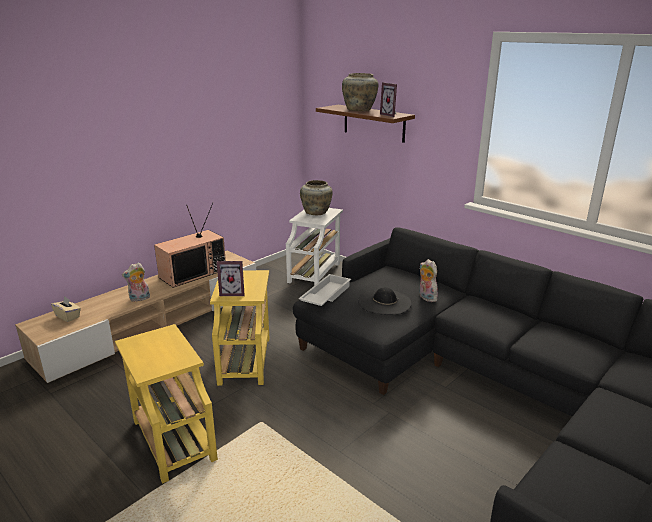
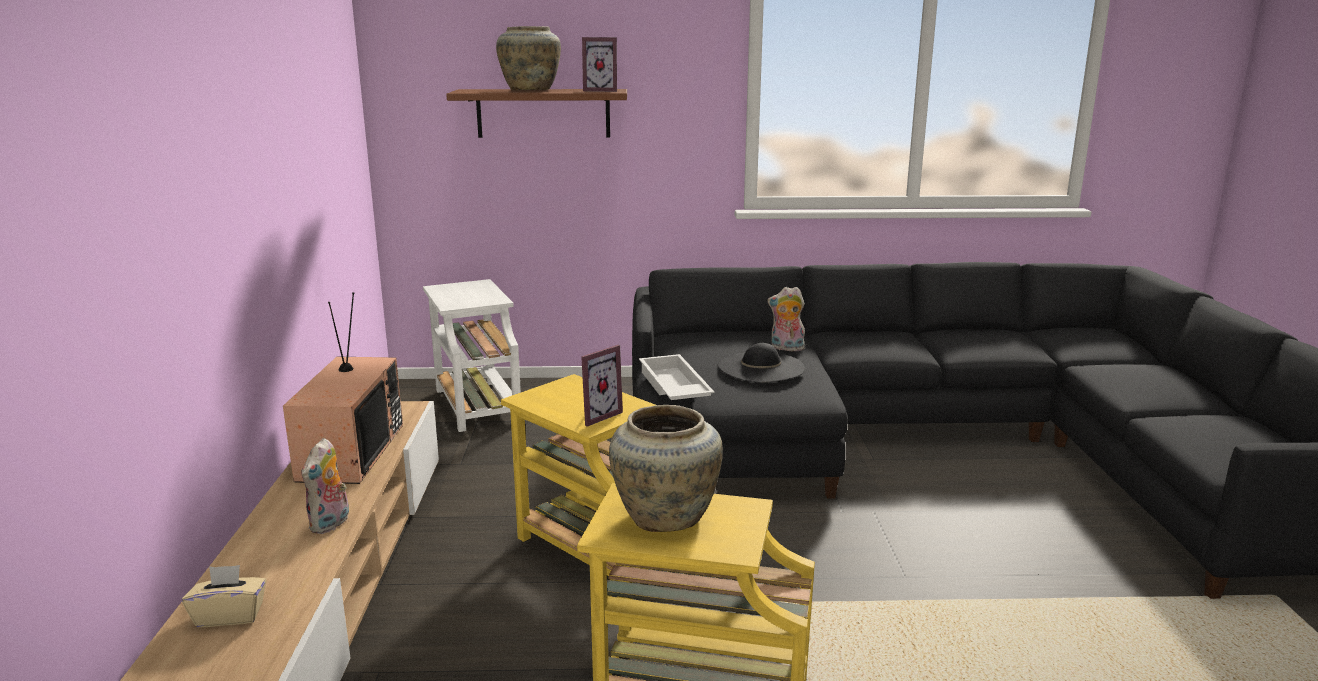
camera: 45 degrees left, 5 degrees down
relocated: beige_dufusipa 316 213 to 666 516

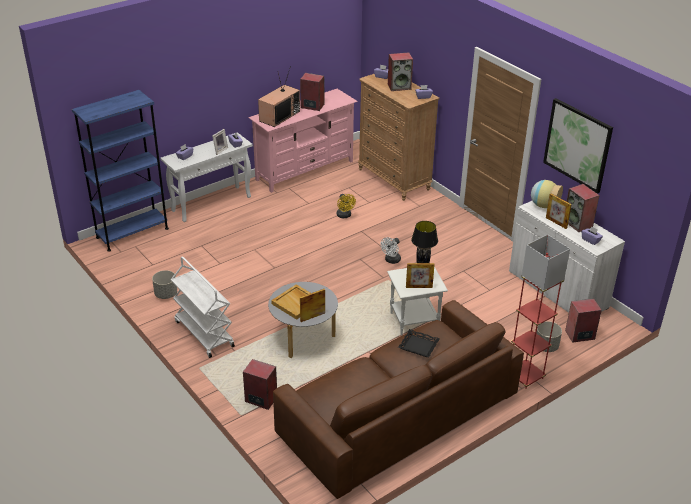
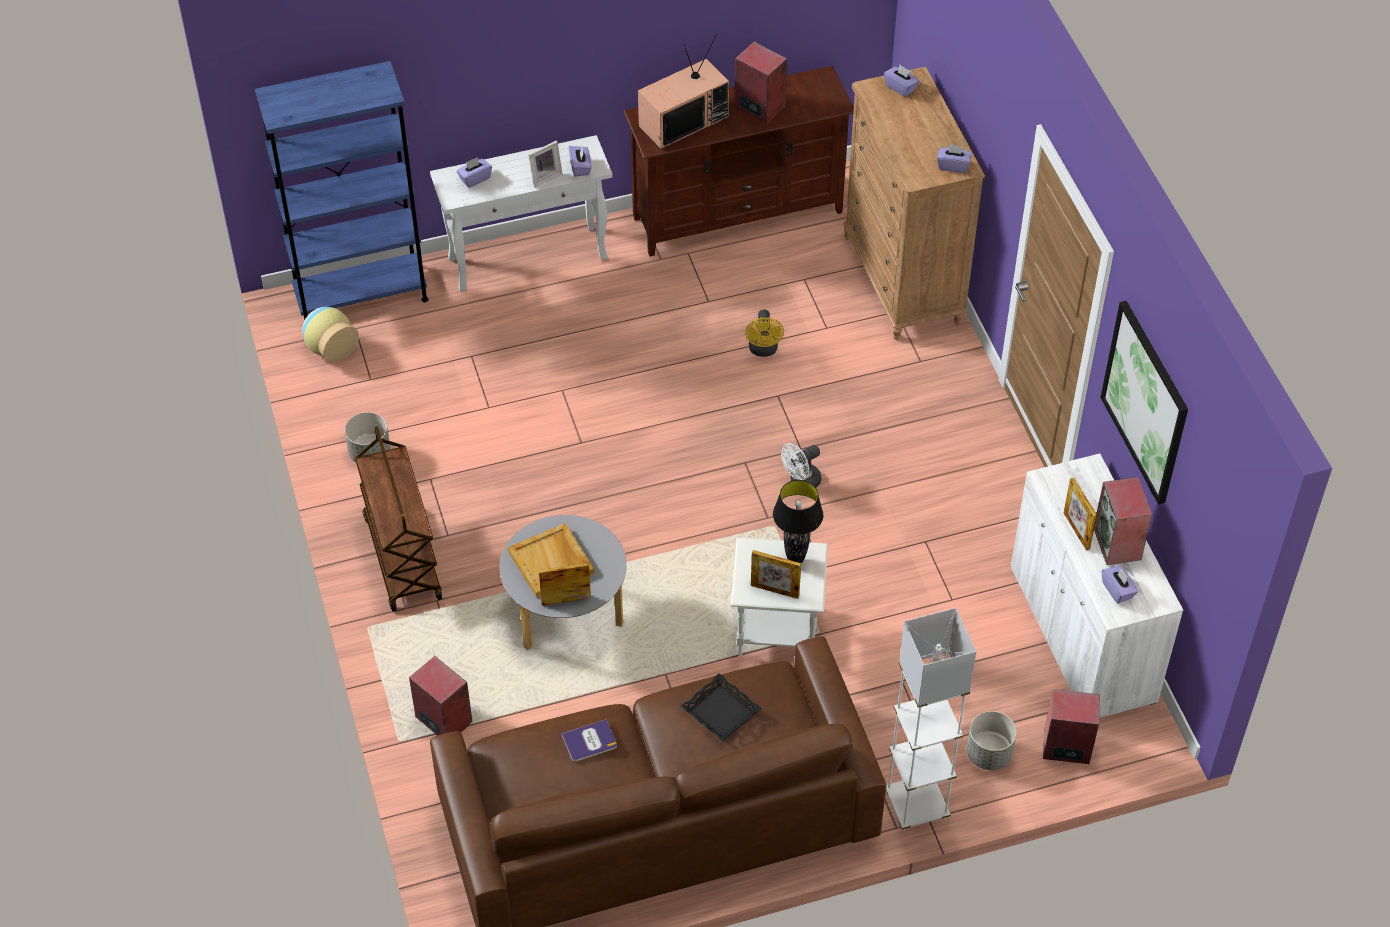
camera: 20 degrees right, 15 degrees up
missing: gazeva 399 86
appeared: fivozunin 589 741
relocated: dufusipa 543 205 to 330 347
colour: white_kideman 203 333 to brown_kideman 401 557; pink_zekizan 304 170 to brown_zekizan 738 213; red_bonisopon 525 376 to white_bonisopon 916 805

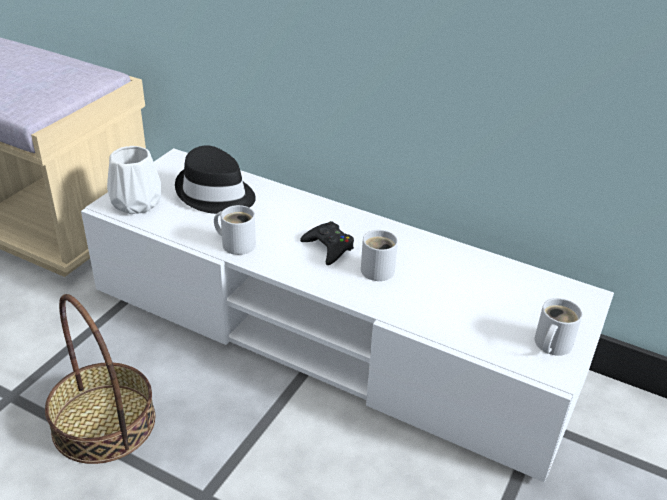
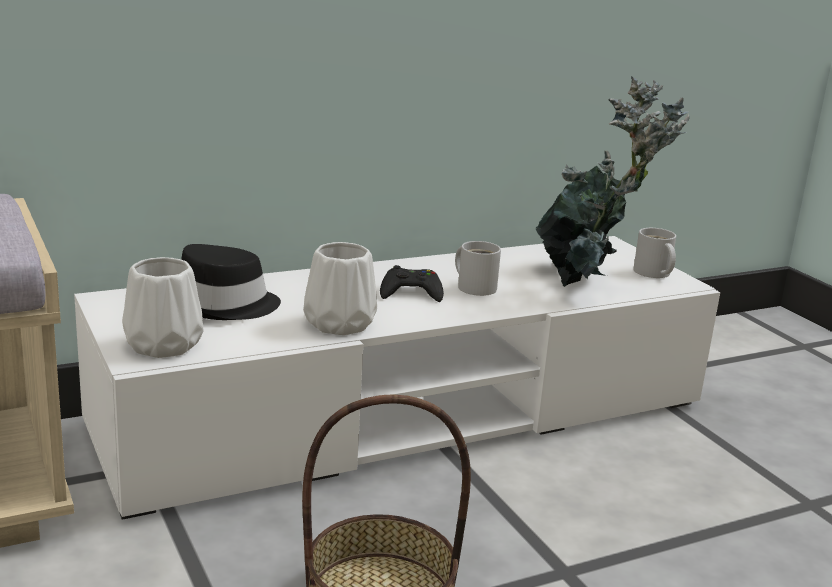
camera: 55 degrees left, 15 degrees down
appeared: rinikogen 587 285
exchanged: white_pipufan 236 243 to white_dufusipa 338 324

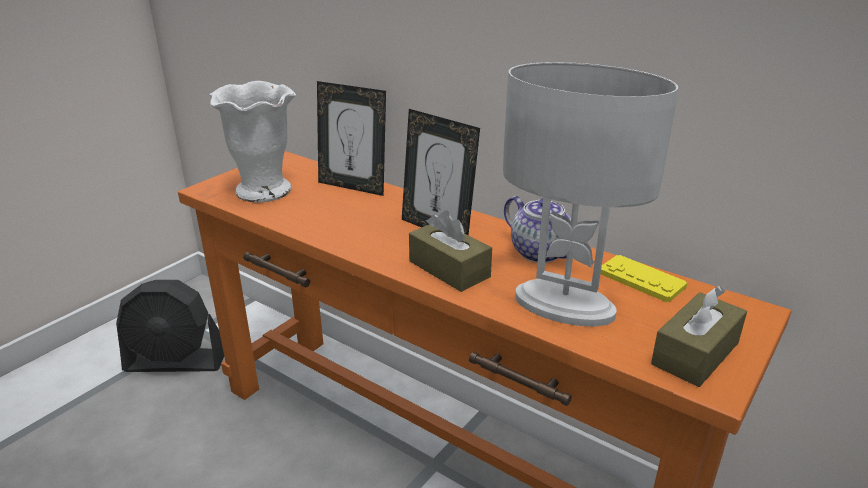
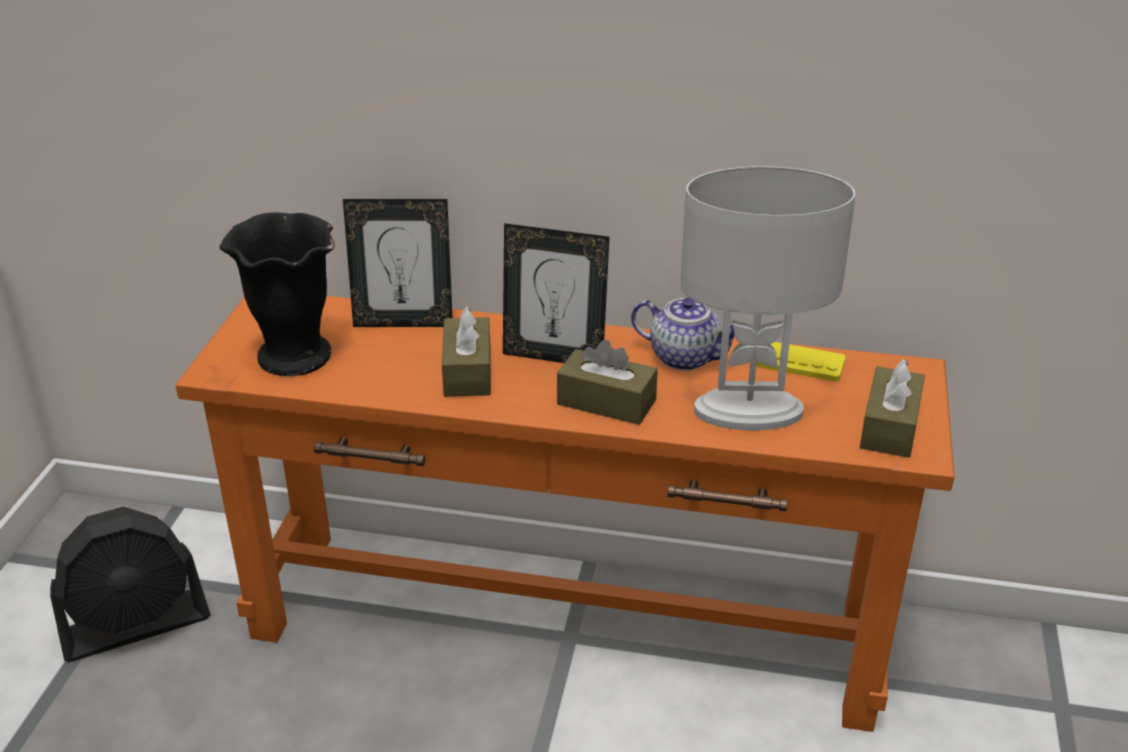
camera: 25 degrees left, 5 degrees up
appeared: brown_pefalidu 467 372
colour: white_dufusipa 264 191 to black_dufusipa 296 356

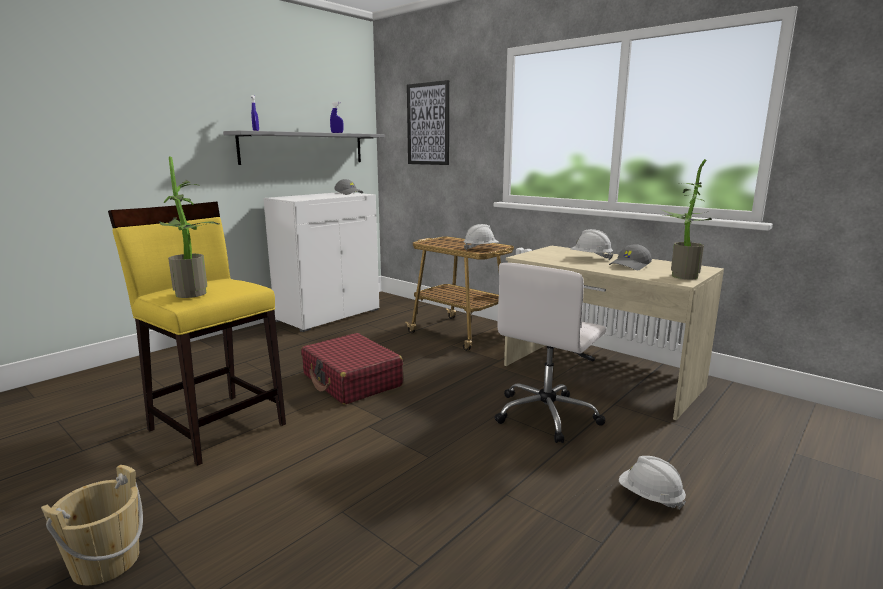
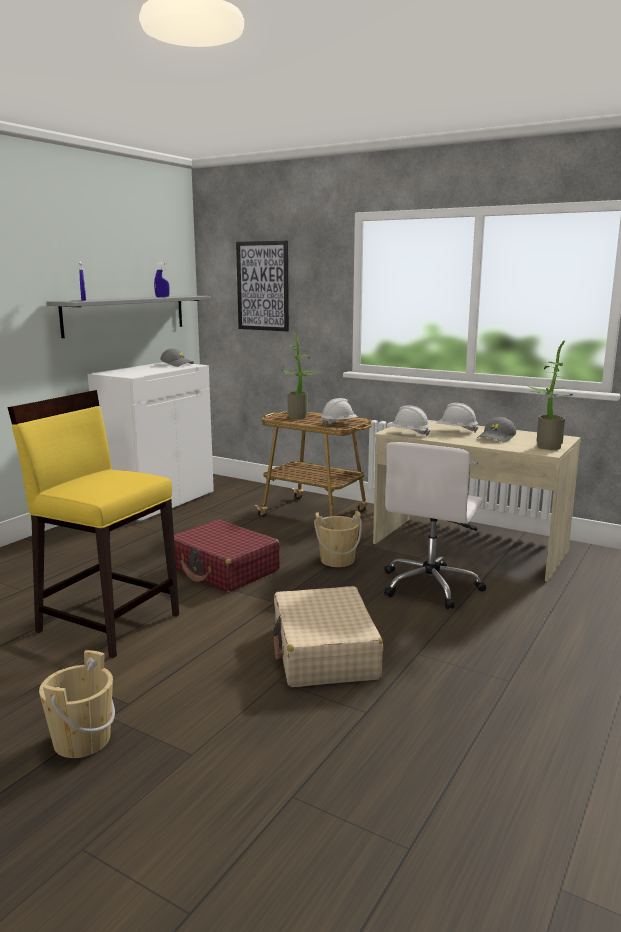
camera: 10 degrees left, 0 degrees up
appeared: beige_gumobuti 324 652; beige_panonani 337 560
relocated: rinikogen 196 293 to 300 417; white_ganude 650 497 to 408 434

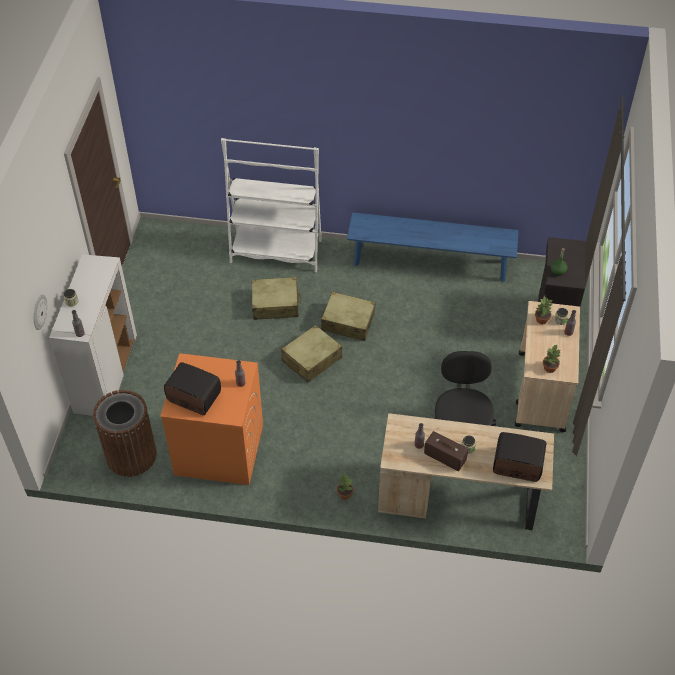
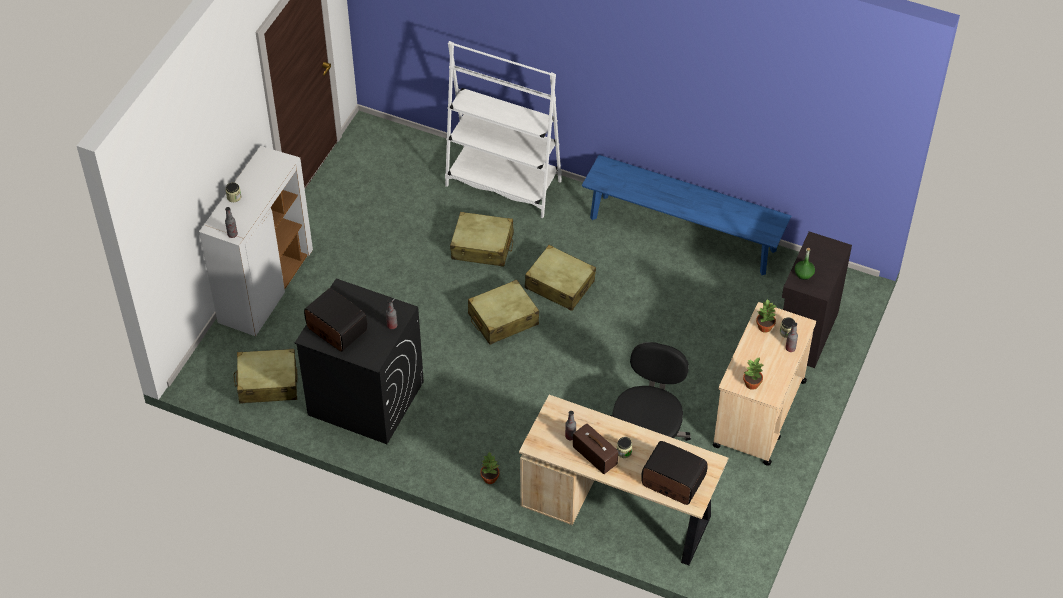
camera: 15 degrees right, 0 degrees up
missing: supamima 39 312
exchanged: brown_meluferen 131 455 to beige_gumobuti 267 383
colour: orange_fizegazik 218 449 to black_fizegazik 365 398

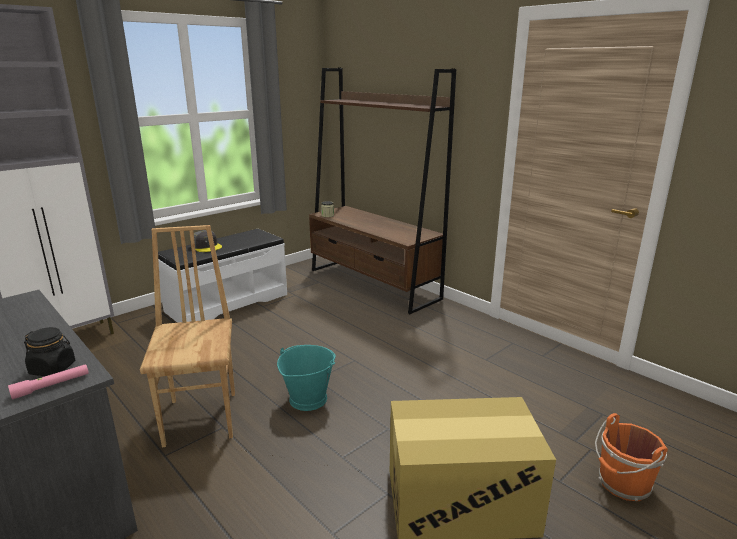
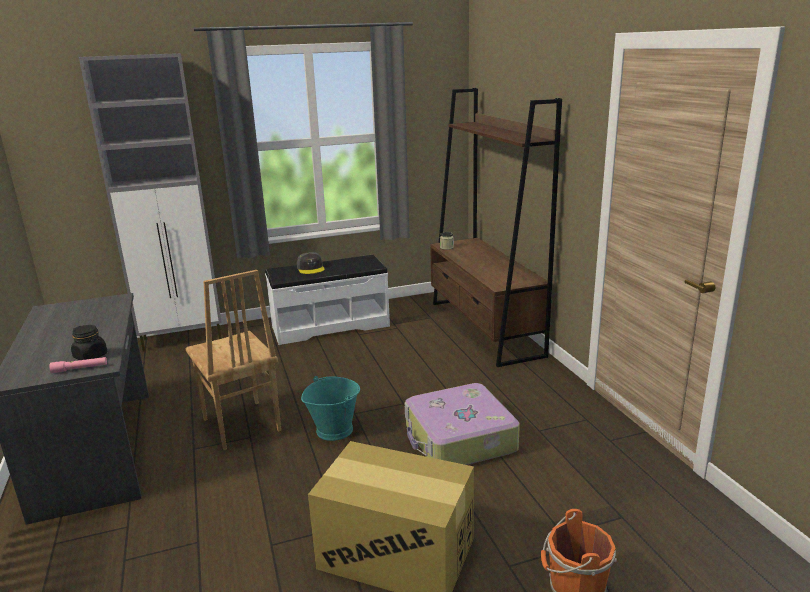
camera: 25 degrees right, 0 degrees up
appeared: gumobuti 459 439
spun: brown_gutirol 203 417 = 240 425 135 degrees clockwise

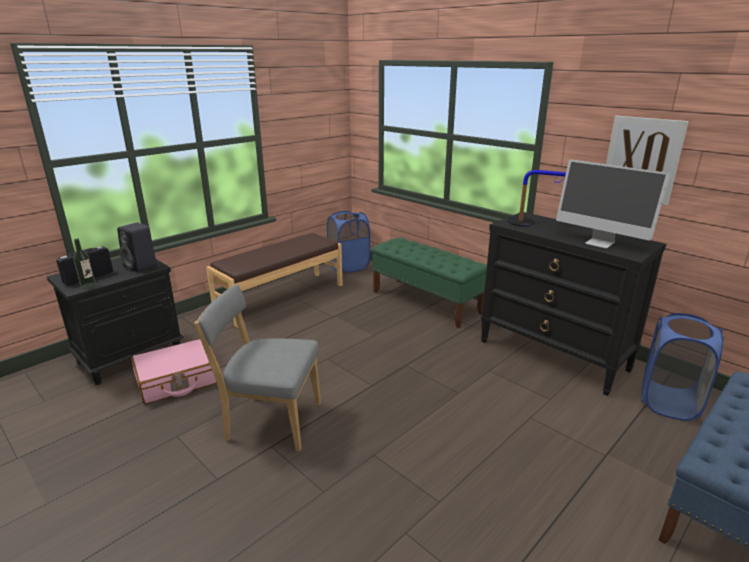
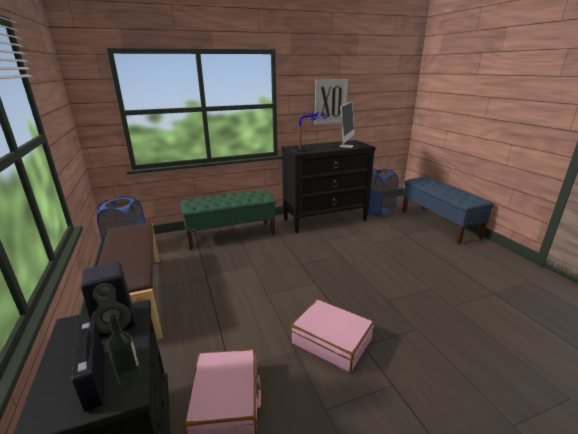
camera: 65 degrees left, 0 degrees up
exchanged: grey_gutirol 270 421 to pink_gumobuti 331 341
spun: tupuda 600 243 = 346 146 45 degrees counterclockwise

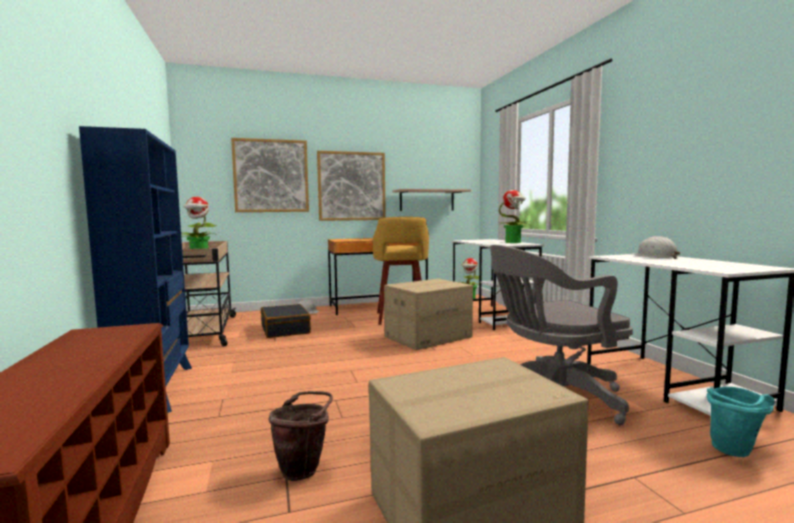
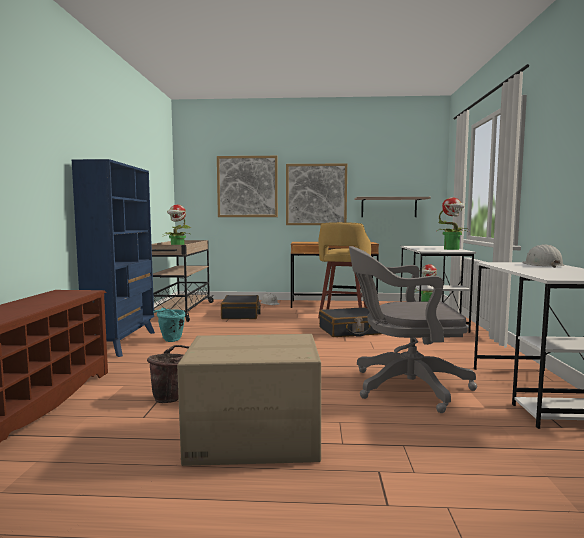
camera: 20 degrees right, 0 degrees up
relocated: turquoise_panonani 735 453 to 170 341
exchanged: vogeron 428 337 to black_gumobuti 350 331

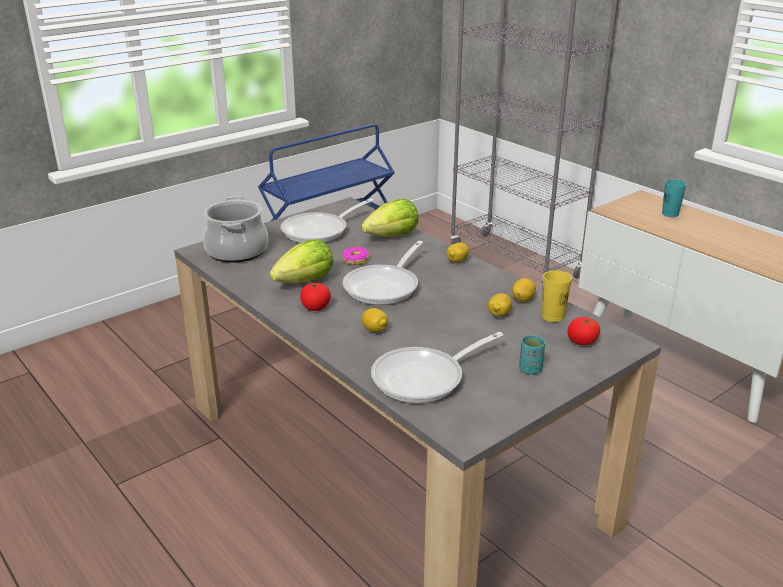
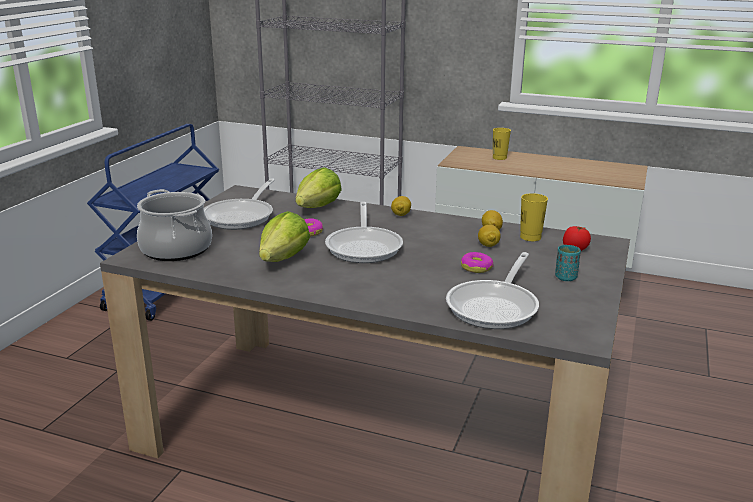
camera: 30 degrees left, 5 degrees down
missing: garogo 315 307; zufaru 375 330
appeared: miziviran 476 267
colour: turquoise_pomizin 670 214 to yellow_pomizin 499 158

